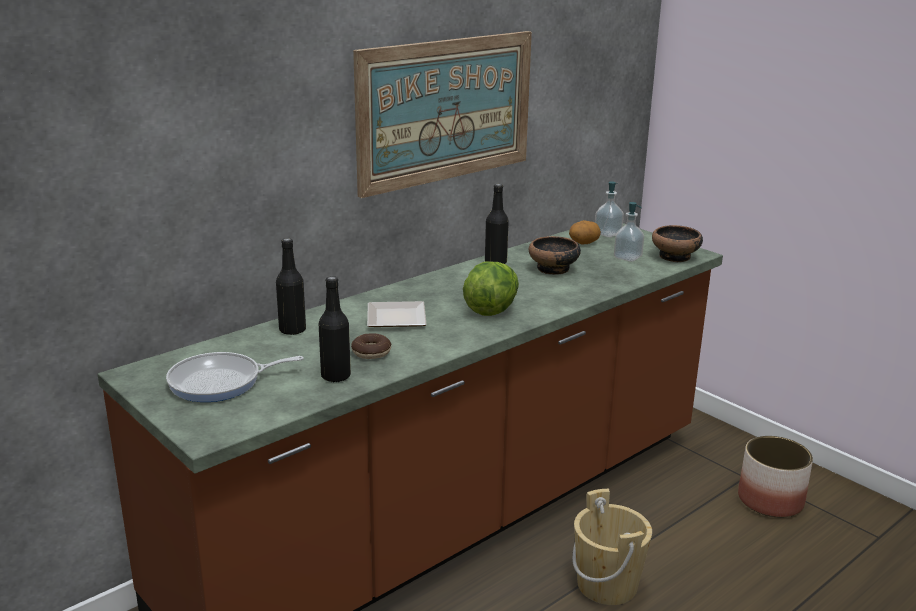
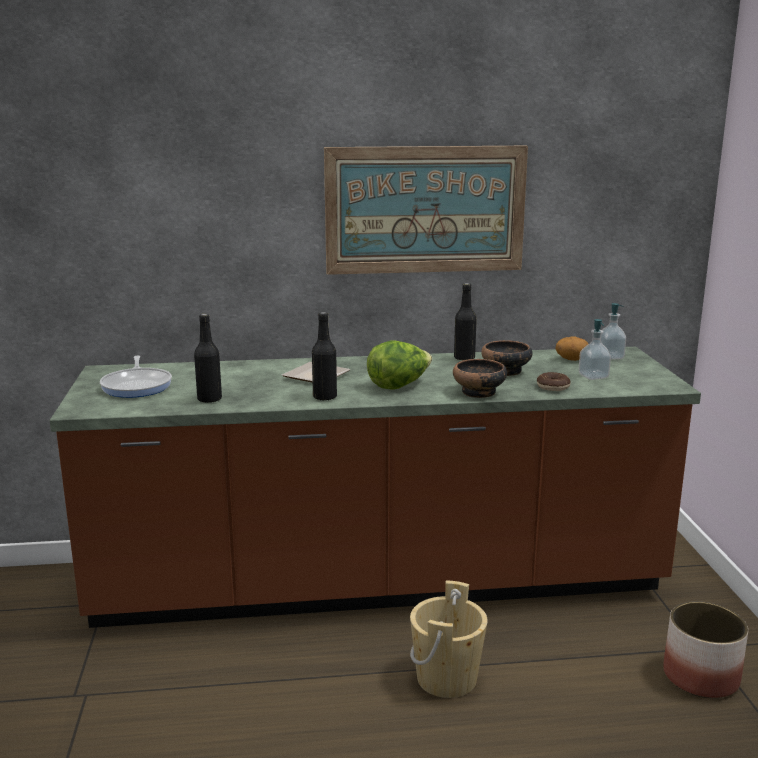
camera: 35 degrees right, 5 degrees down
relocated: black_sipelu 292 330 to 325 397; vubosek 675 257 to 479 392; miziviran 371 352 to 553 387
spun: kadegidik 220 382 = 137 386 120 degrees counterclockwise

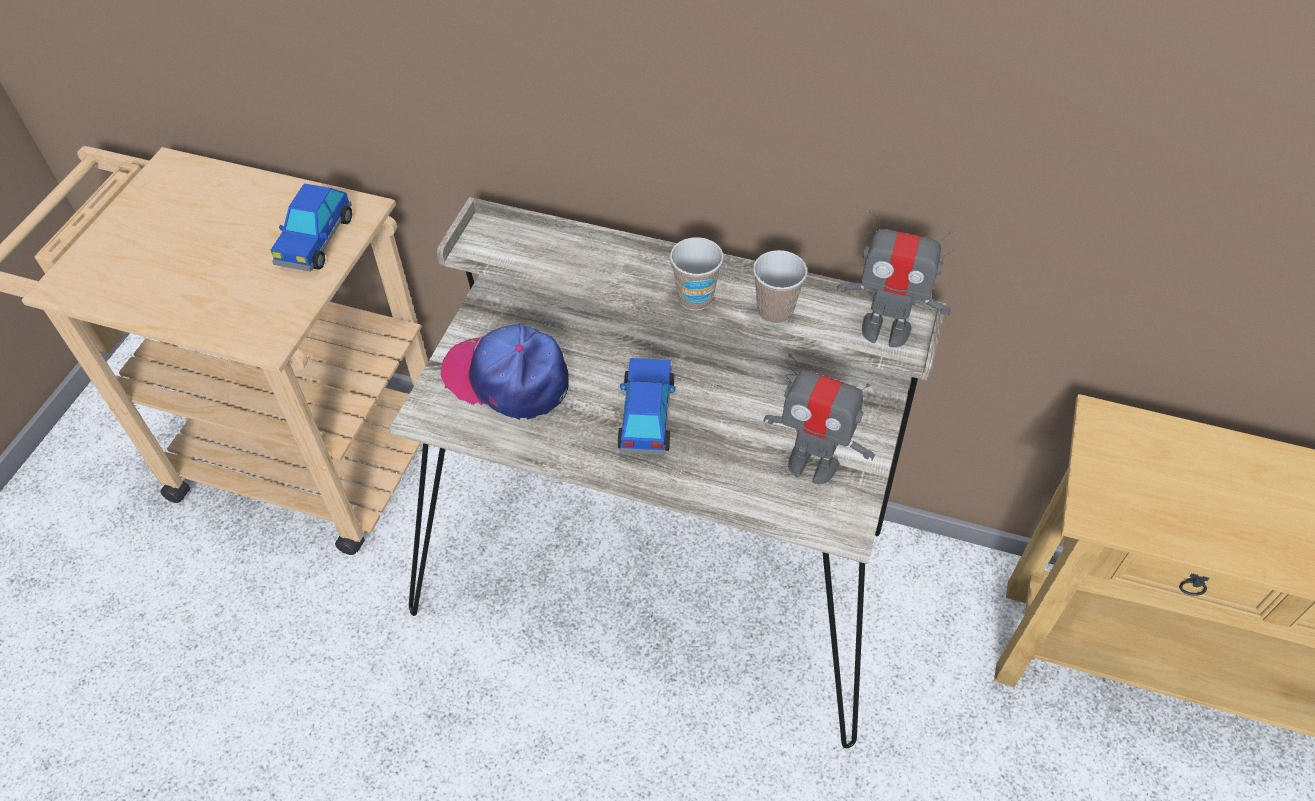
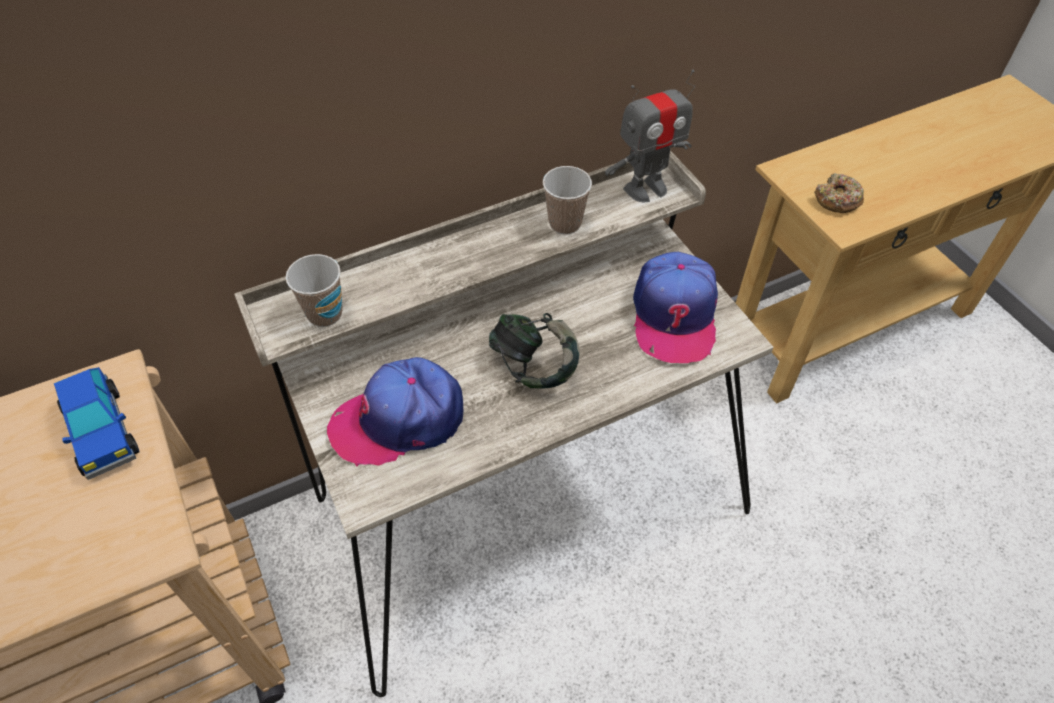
camera: 45 degrees left, 0 degrees up
appeared: miziviran 837 200
relocated: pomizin 695 298 to 325 314
exchanged: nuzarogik 646 416 to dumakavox 533 367; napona 812 464 to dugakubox 674 315

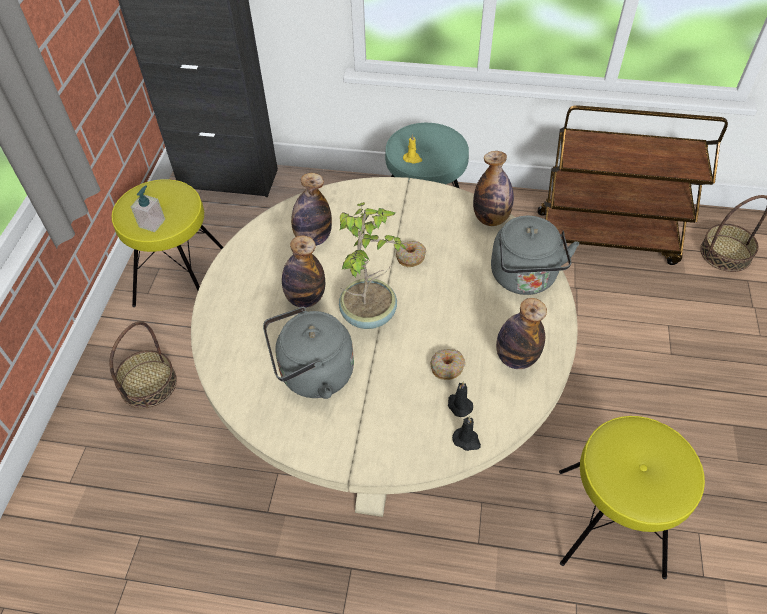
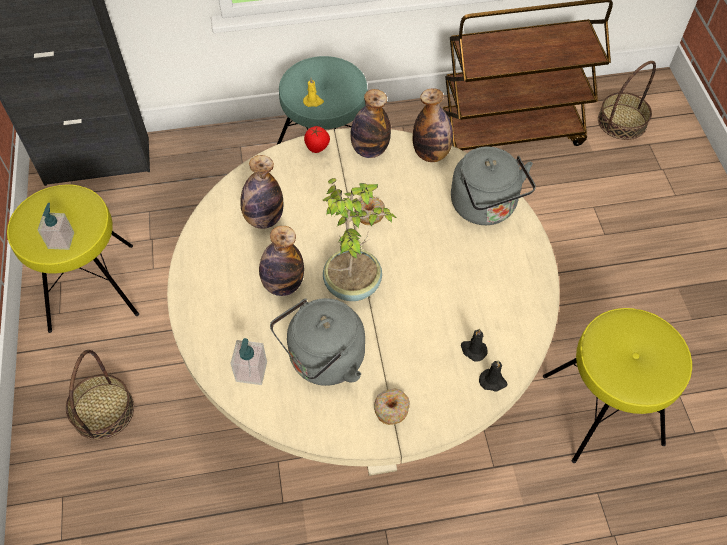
camera: 20 degrees left, 5 degrees up
appeared: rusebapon 251 371; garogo 317 148
relocated: sipelu 516 358 to 369 150; miziviran 447 367 to 391 409

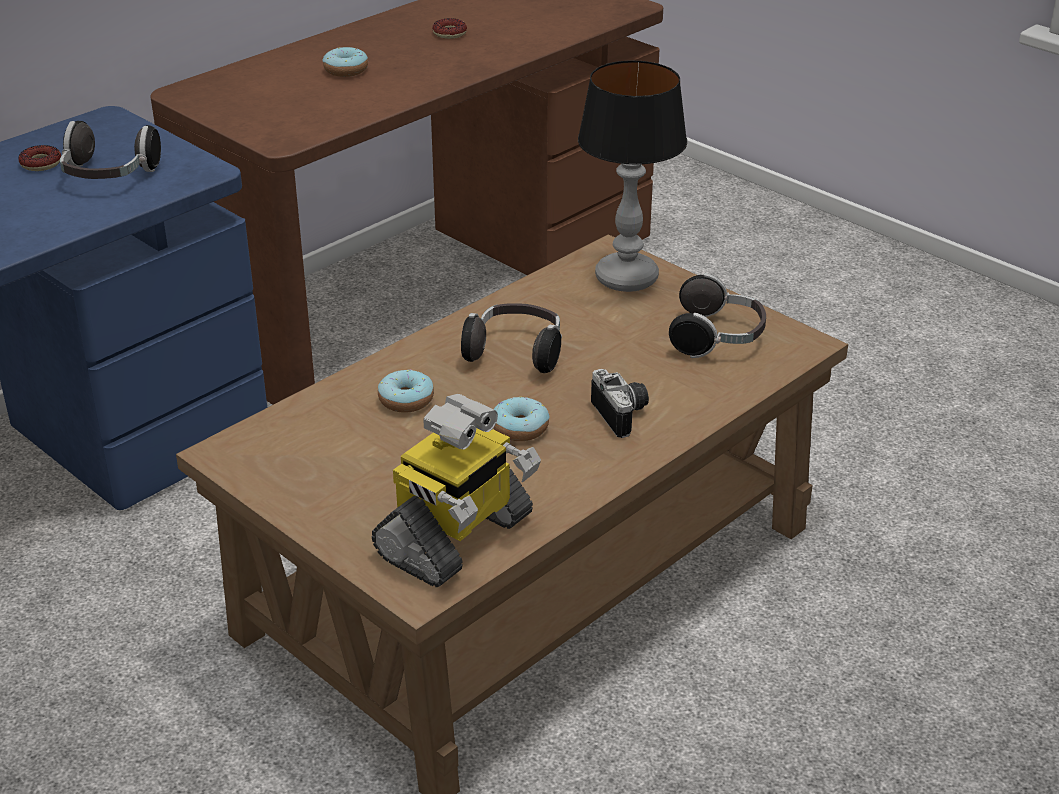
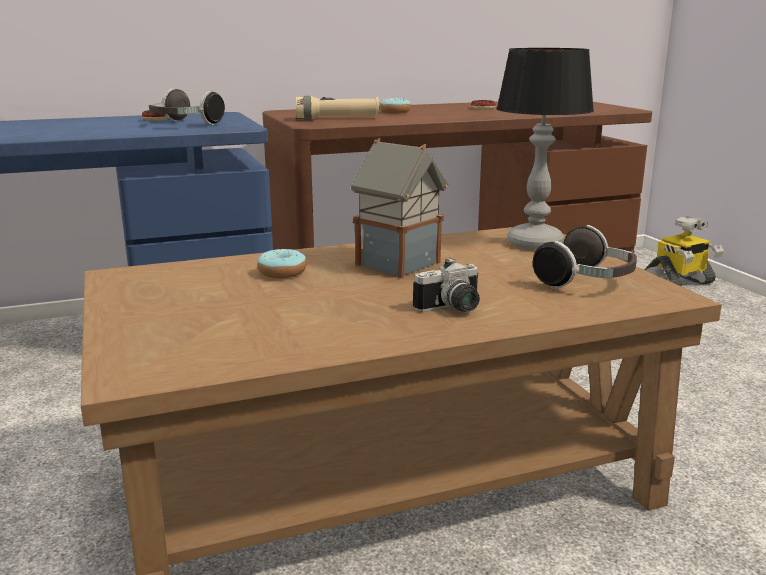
camera: 25 degrees right, 15 degrees down
missing: miziviran 520 428
appeared: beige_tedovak 337 119
relocated: napona 456 538 to 679 283
exchanged: dumakavox 516 353 to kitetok 400 264
spun: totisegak 623 415 = 452 309 60 degrees clockwise

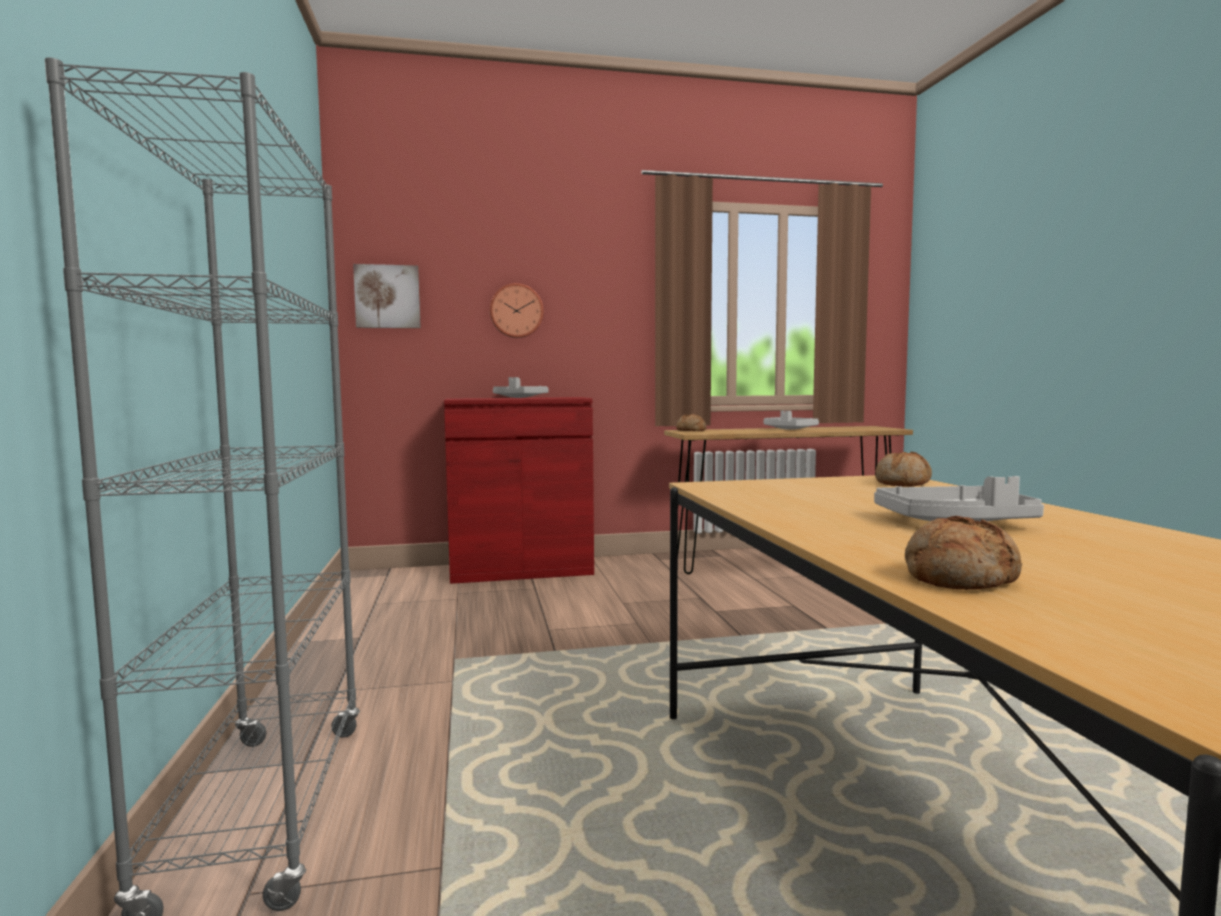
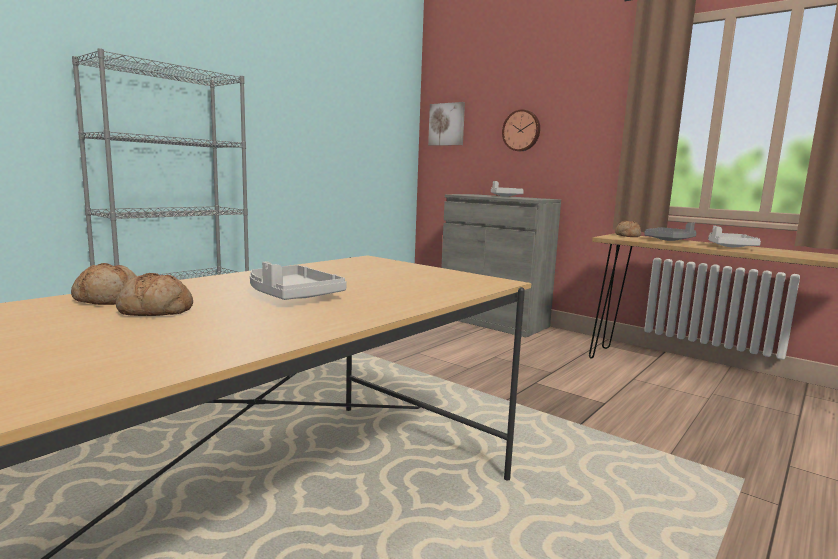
camera: 50 degrees right, 5 degrees up
appeared: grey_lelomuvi 669 240
relocated: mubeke 904 483 to 155 311
colour: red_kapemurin 521 569 to grey_kapemurin 493 321

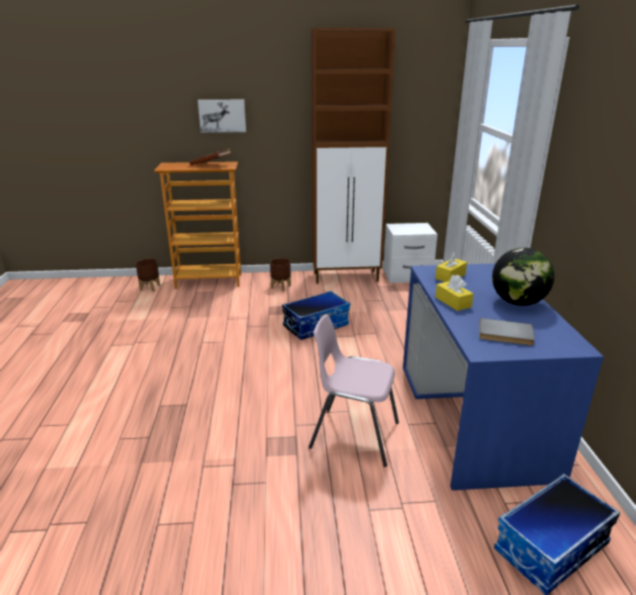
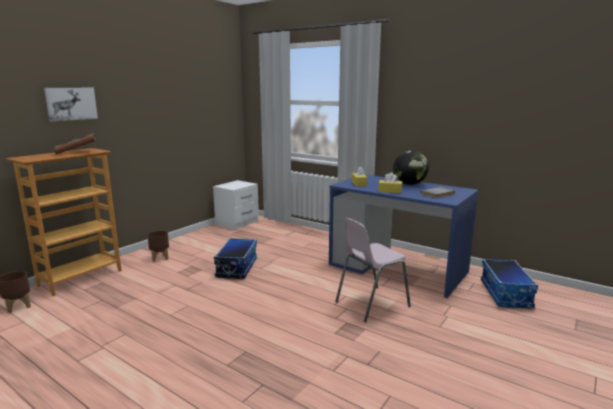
camera: 50 degrees left, 10 degrees down
missing: brown_kapemurin 347 277

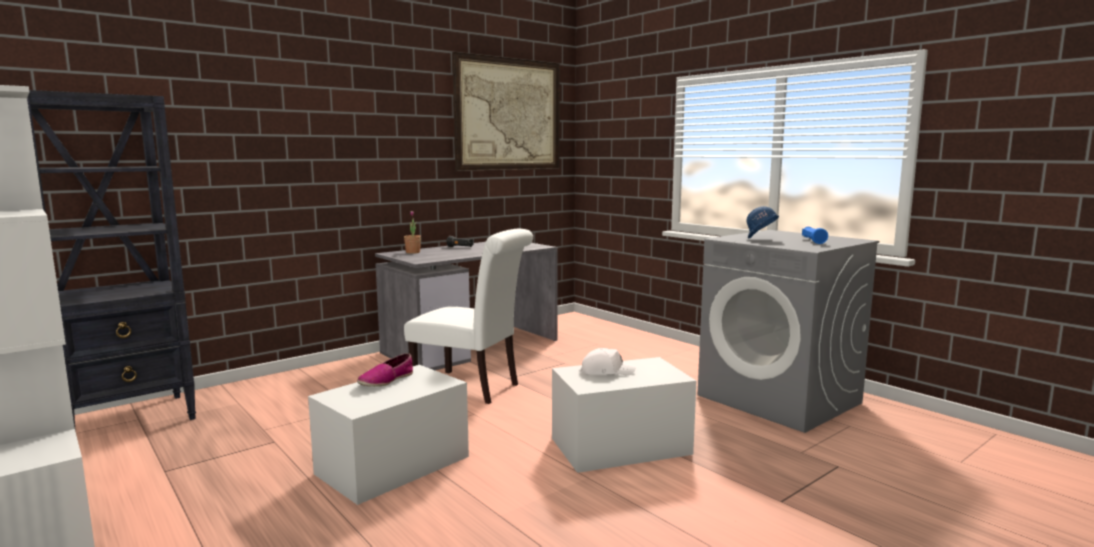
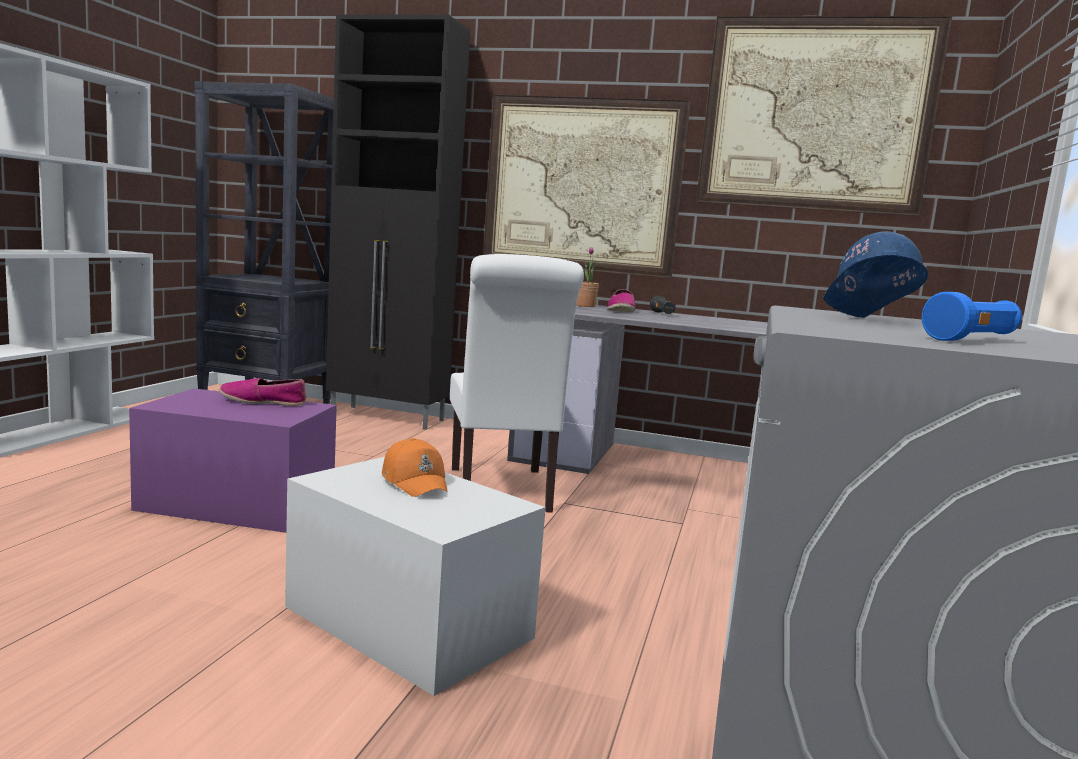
camera: 55 degrees right, 0 degrees up
appeared: black_kapemurin 388 418; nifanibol 581 185; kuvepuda 621 310
colour: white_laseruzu 393 465 to purple_laseruzu 238 504; white_dugakubox 606 371 to orange_dugakubox 415 482

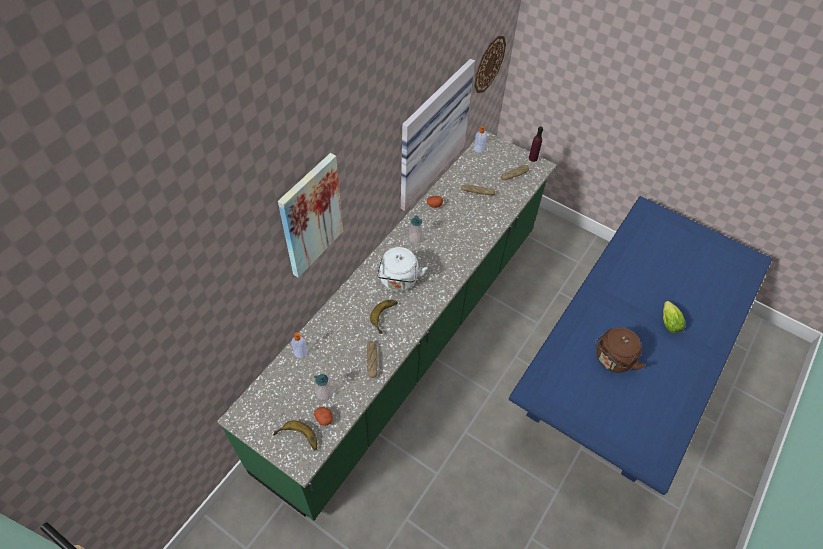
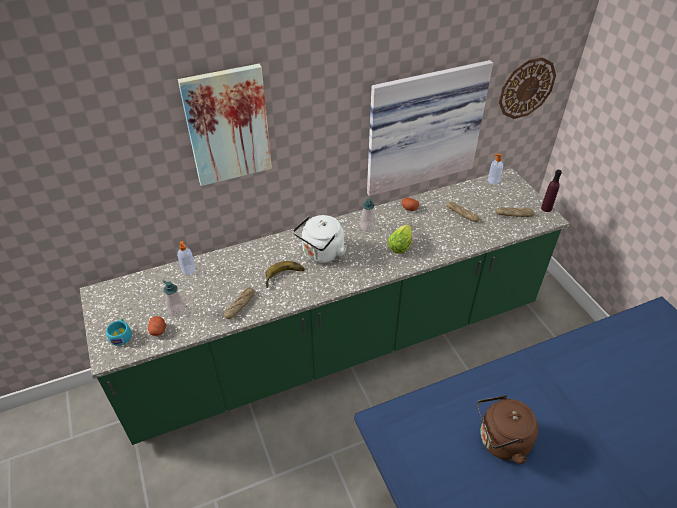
camera: 35 degrees right, 10 degrees down
relocated: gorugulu 668 321 to 401 245
exchanged: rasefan 297 440 to turquoise_pomizin 121 335

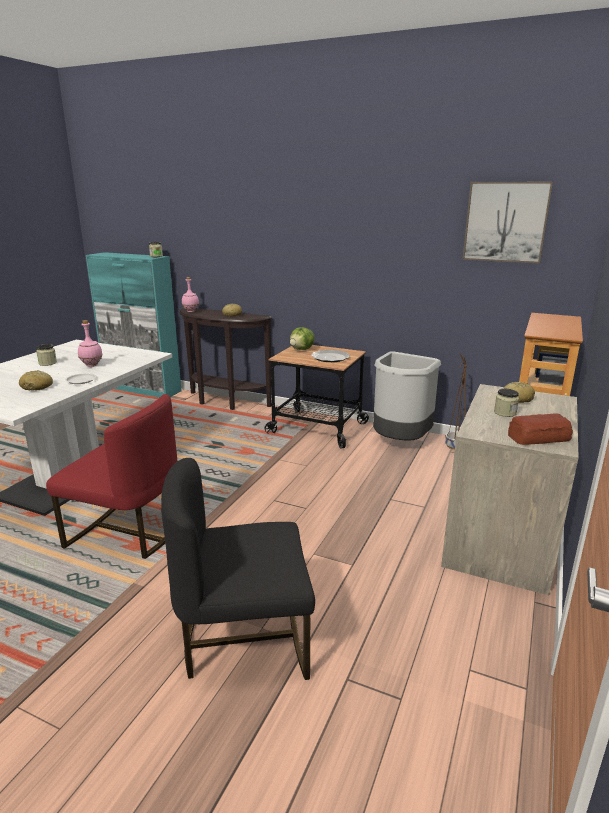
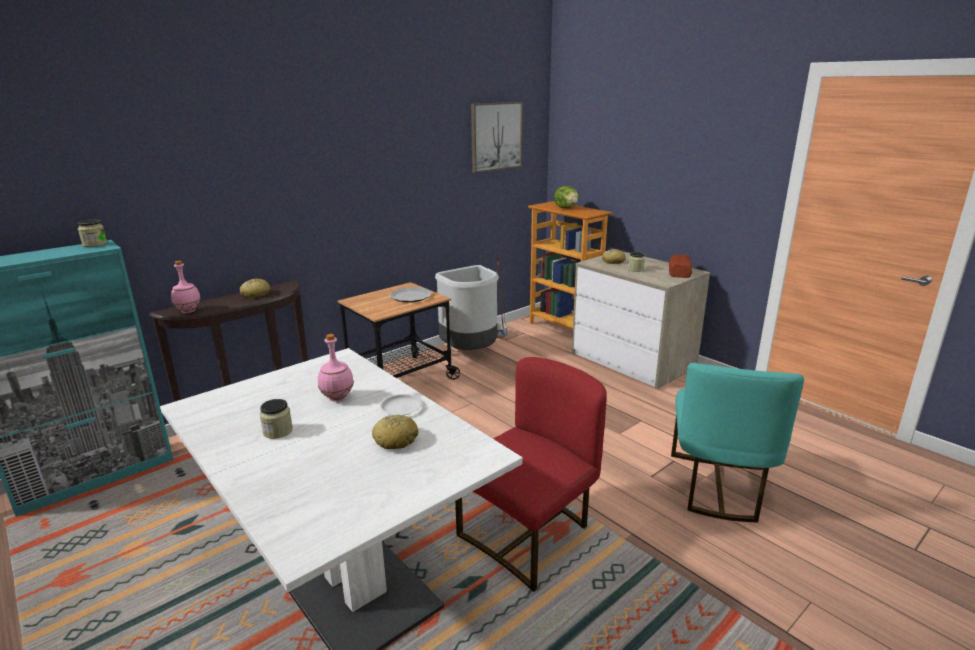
camera: 65 degrees left, 0 degrees up
relocated: gorugulu 302 349 to 566 208
colour: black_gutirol 245 640 to turquoise_gutirol 718 487

